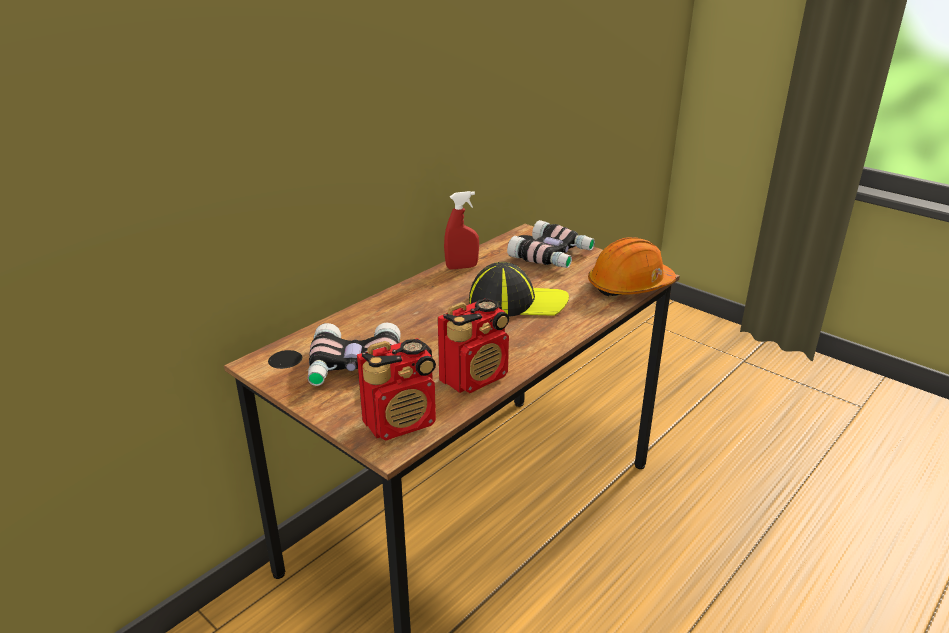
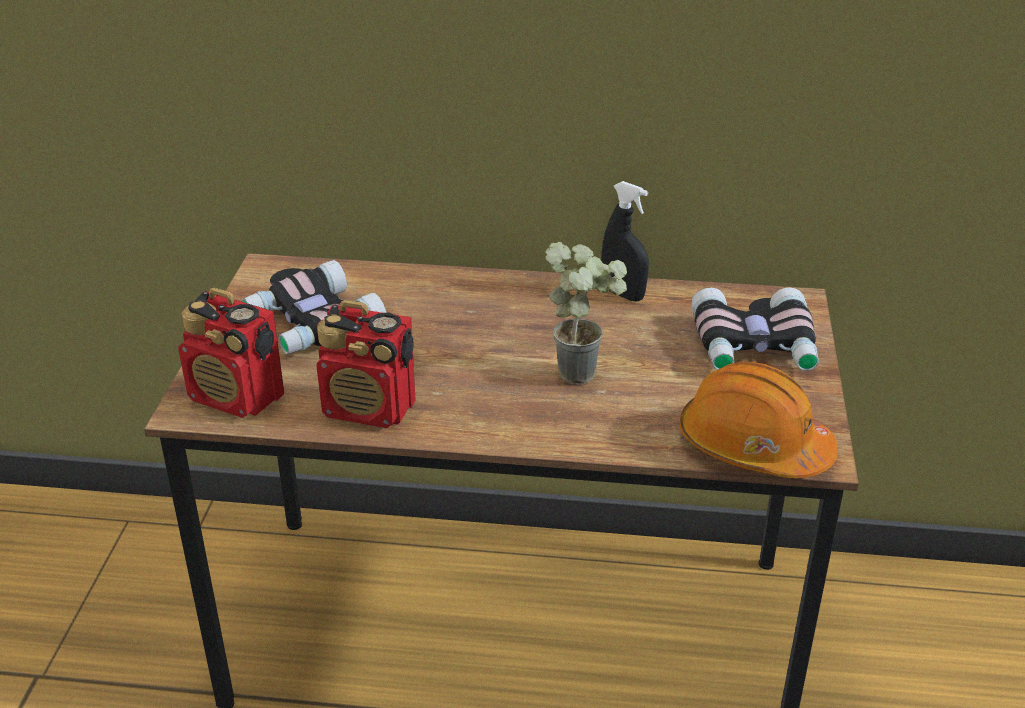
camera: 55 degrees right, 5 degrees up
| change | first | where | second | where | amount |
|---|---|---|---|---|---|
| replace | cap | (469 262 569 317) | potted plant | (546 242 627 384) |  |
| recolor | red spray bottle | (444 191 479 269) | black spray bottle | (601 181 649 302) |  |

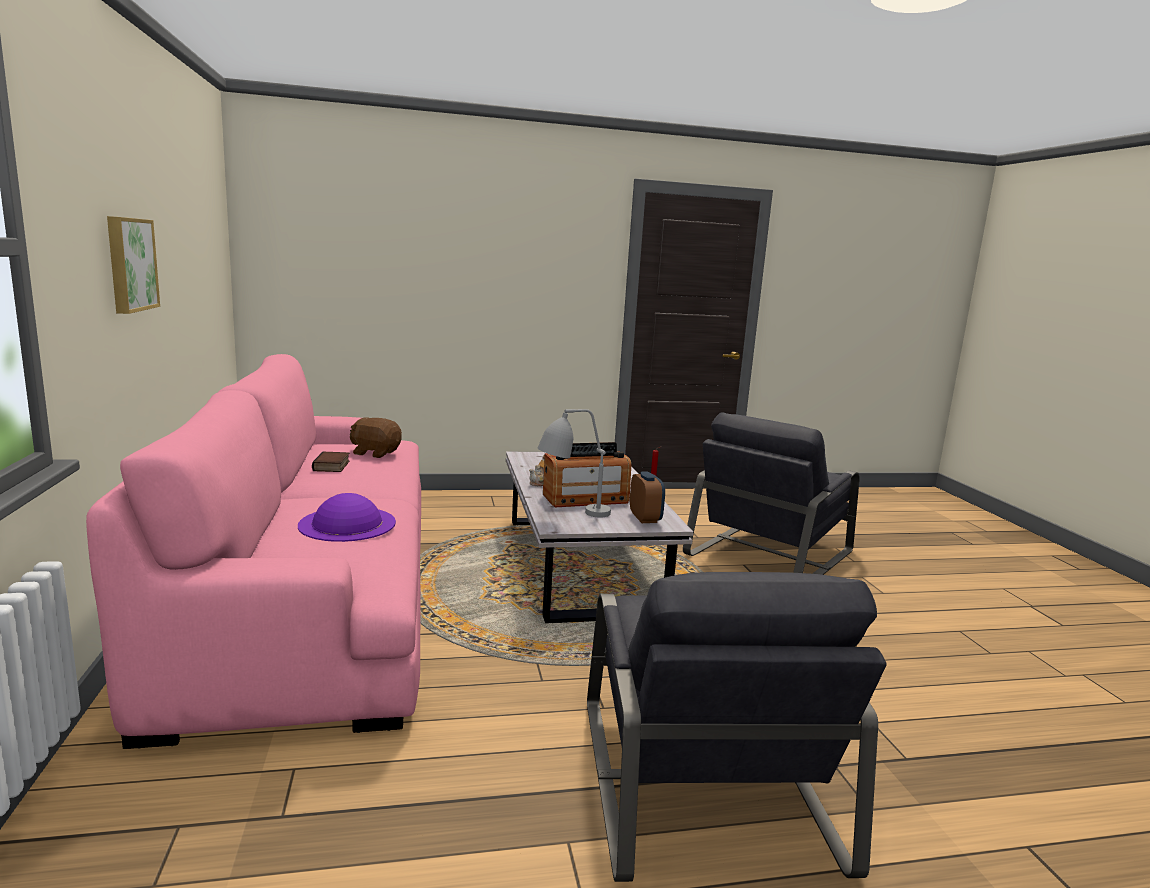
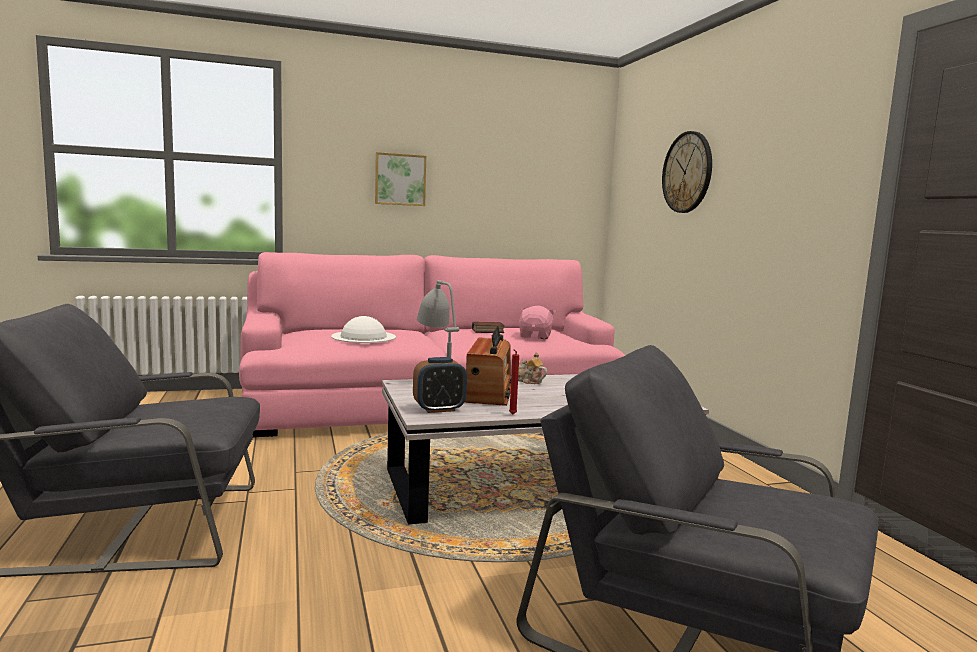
camera: 85 degrees right, 5 degrees down
| change | first | where | second | where | amount |
|---|---|---|---|---|---|
| insert |  |  | wall clock | (662 131 712 213) |  |
| recolor | purple hat | (298 493 396 542) | white hat | (331 316 396 343) |  |
| recolor | brown plush toy | (350 418 402 458) | pink plush toy | (519 306 556 339) |  |
| rotate | radio | (543 442 631 507) |  | (465 326 511 406) | 150 degrees counterclockwise |

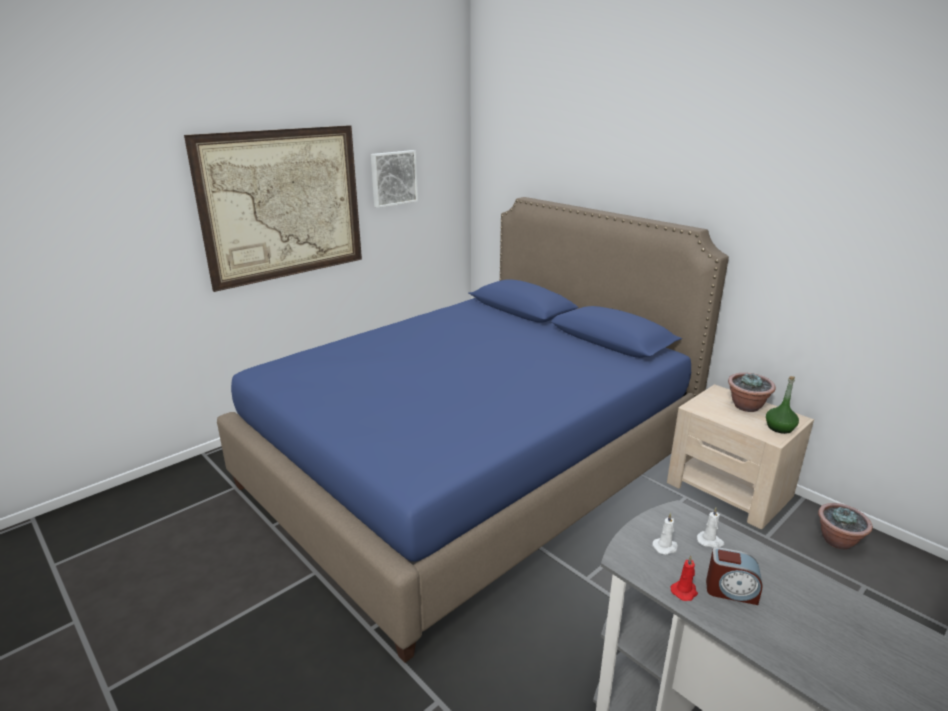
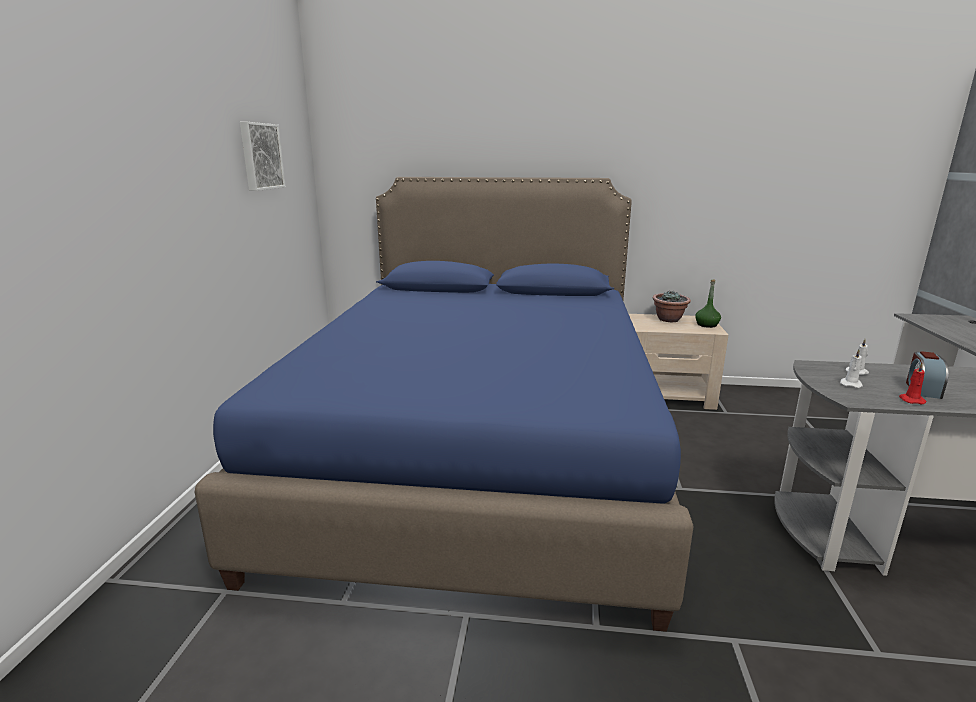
camera: 40 degrees left, 5 degrees down
| change | first | where | second | where | amount |
|---|---|---|---|---|---|
| delete | picture | (184 125 362 292) |  |  |  |
| delete | potted plant | (818 503 873 550) |  |  |  |
| rotate | alarm clock | (706 547 763 605) |  | (906 351 949 399) | 135 degrees clockwise |

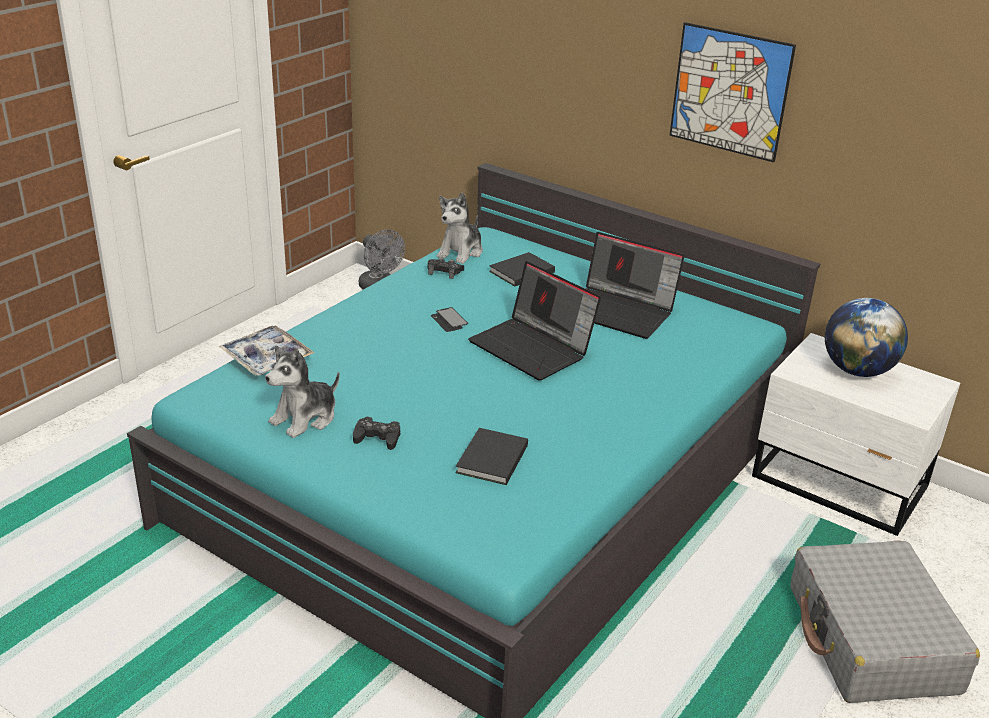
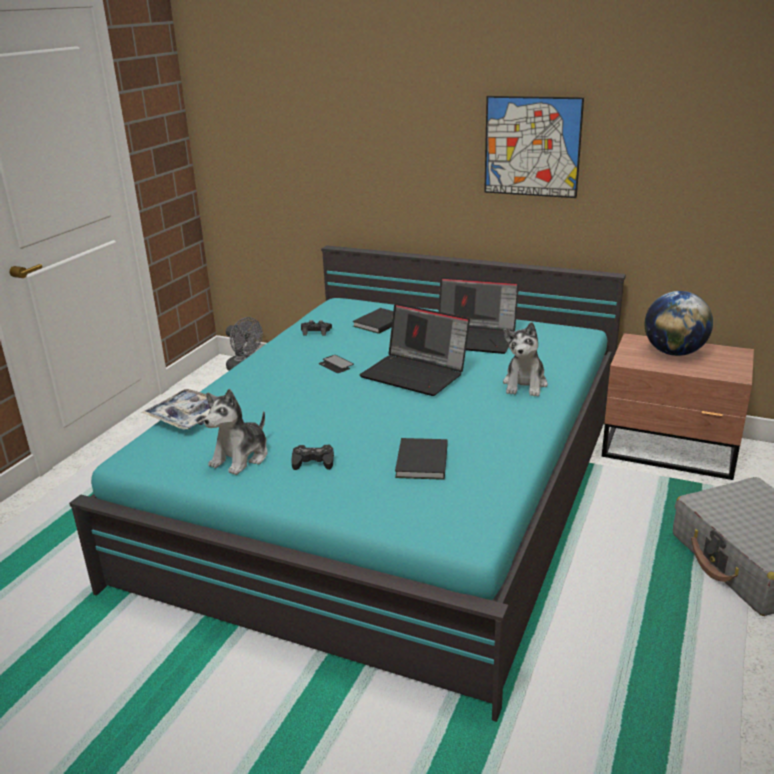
camera: 10 degrees left, 5 degrees down
| change | first | where | second | where | amount |
|---|---|---|---|---|---|
| move | plush toy | (437 192 483 264) |  | (503 322 548 397) |  |
| recolor | white nightstand | (752 333 960 536) | brown nightstand | (602 333 754 480) |  |

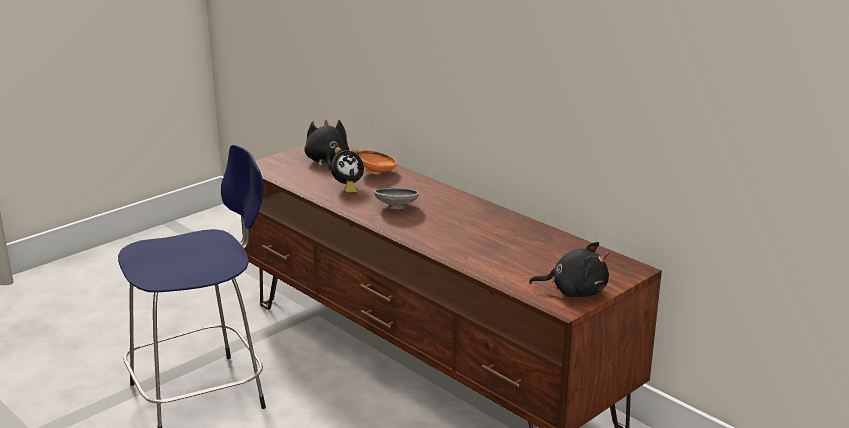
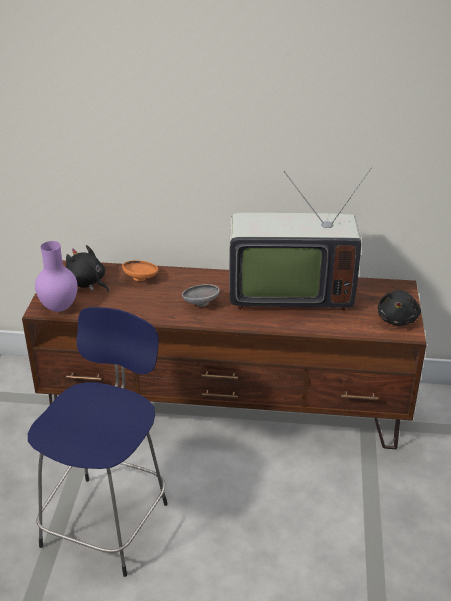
camera: 40 degrees left, 10 degrees up
| change | first | where | second | where | amount |
|---|---|---|---|---|---|
| delete | alarm clock | (331 147 364 194) |  |  |  |
| insert |  |  | purple vase | (35 241 78 312) |  |
| insert |  |  | television | (229 167 372 311) |  |
| rotate | black plush toy | (529 242 609 297) |  | (378 290 421 325) | 135 degrees clockwise |

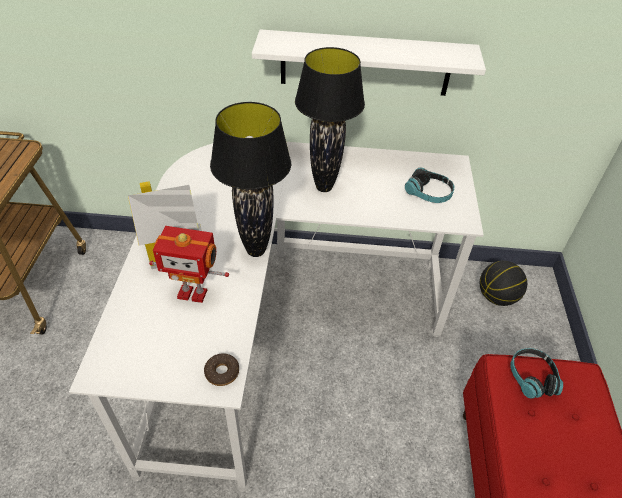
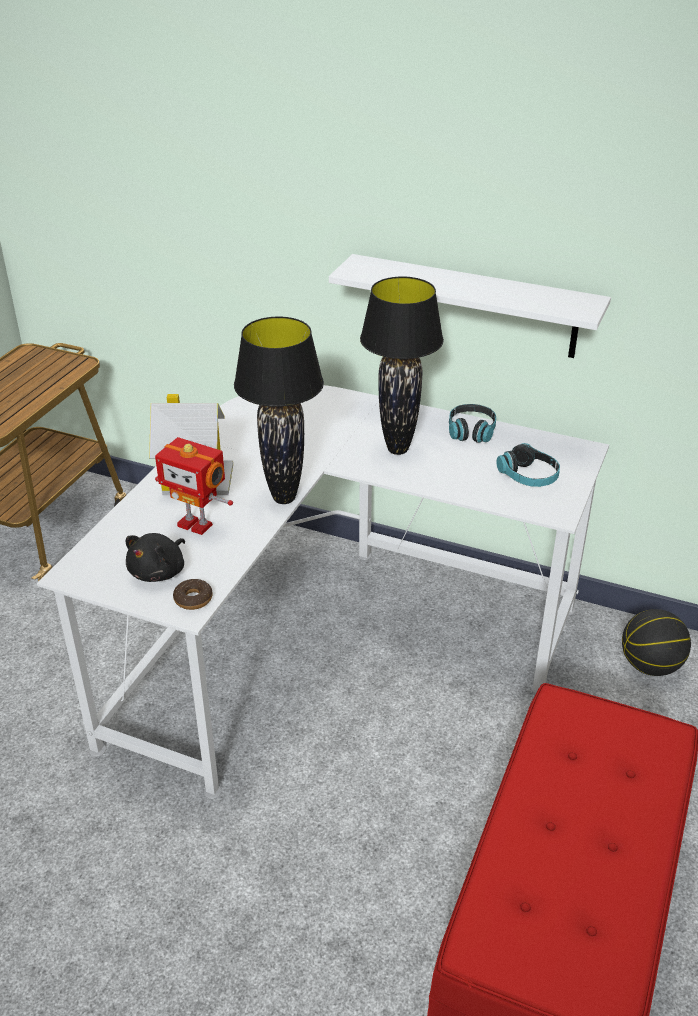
camera: 20 degrees right, 10 degrees down
| change | first | where | second | where | amount |
|---|---|---|---|---|---|
| insert |  |  | black plush toy | (126 533 185 582) |  |
| move | headphones | (511 348 563 398) |  | (449 404 496 443) |  |

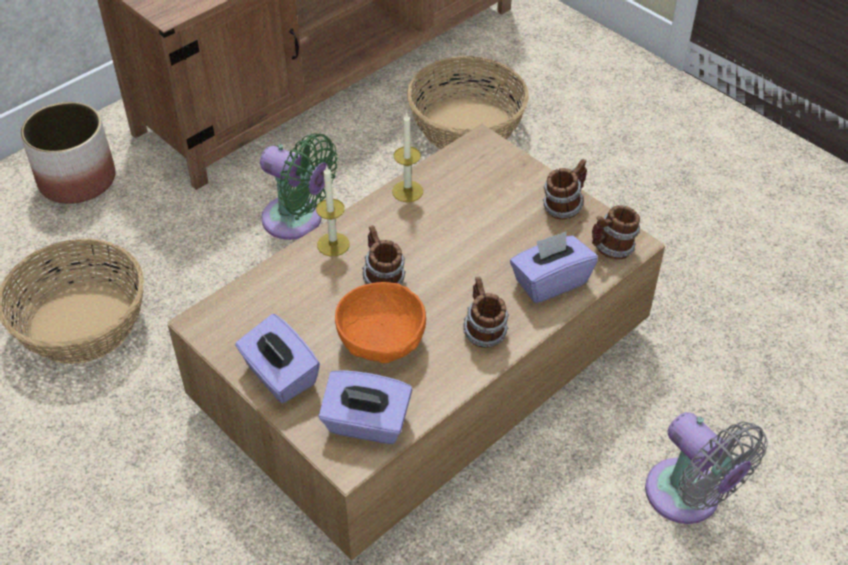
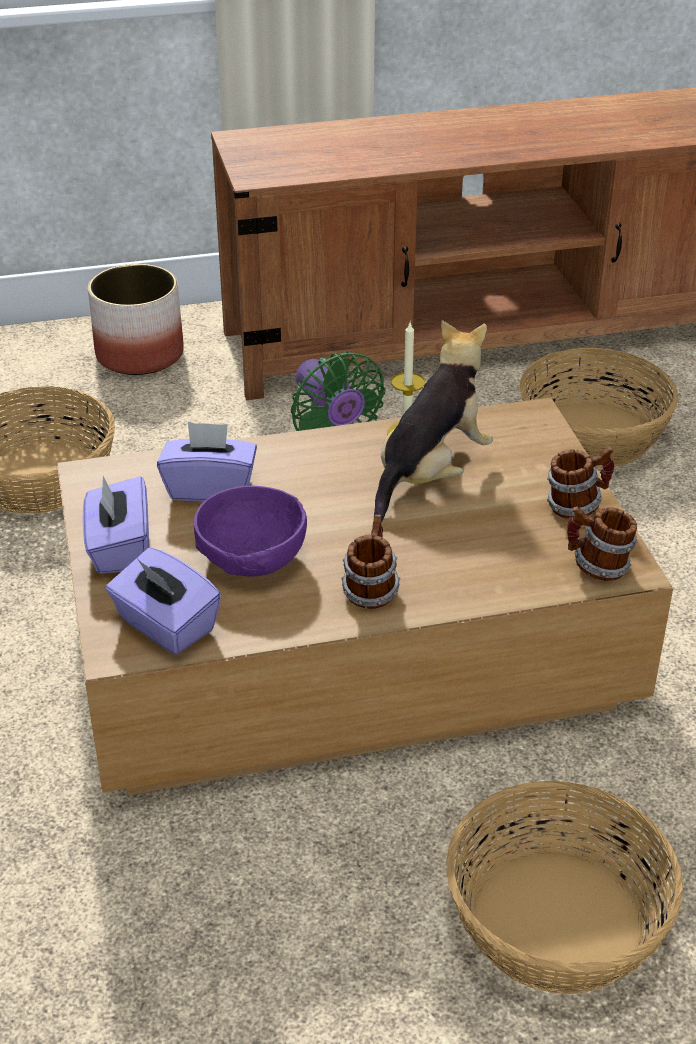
camera: 30 degrees right, 10 degrees down
| change | first | where | second | where | amount |
|---|---|---|---|---|---|
| delete | candle | (316 165 350 256) |  |  |  |
| delete | mug | (362 225 406 285) |  |  |  |
| insert |  |  | plush toy | (374 320 493 523) |  |
| move | purple tissue box | (510 232 598 303) |  | (157 422 257 501) |  |
| replace | grey fan | (645 412 768 524) | basket | (446 781 683 994) |  |
| recolor | orange bowl | (335 282 426 363) | purple bowl | (194 486 307 577) |  |

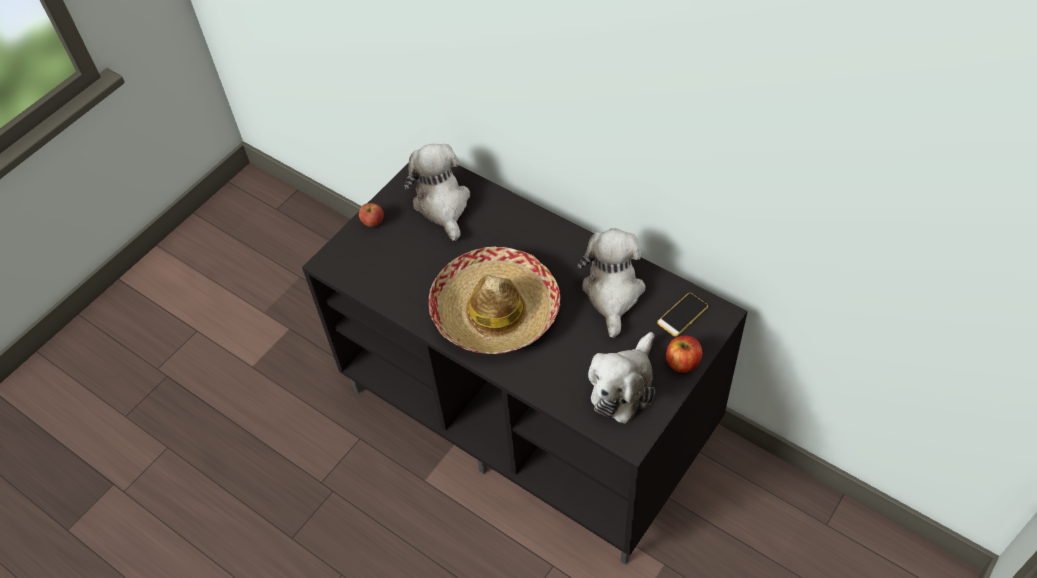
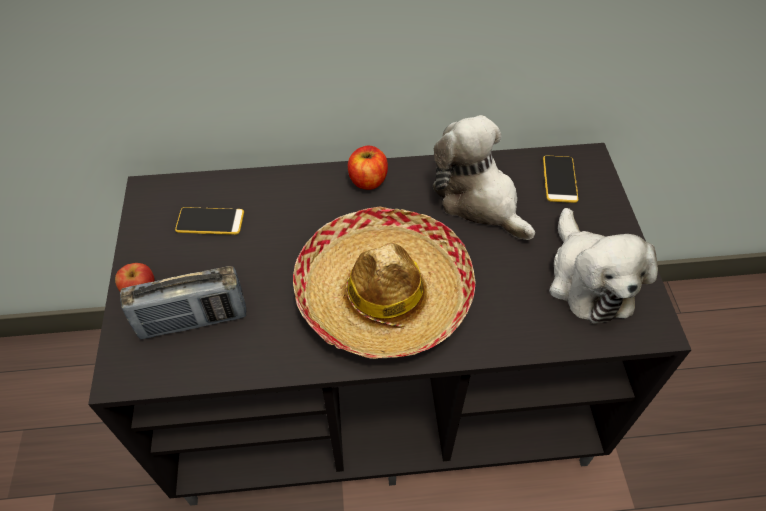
camera: 45 degrees left, 0 degrees up
| change | first | where | second | where | amount |
|---|---|---|---|---|---|
| insert |  |  | radio | (120 266 246 339) |  |
| move | apple | (666 336 702 373) |  | (348 145 388 190) |  |
| replace | plush toy | (405 144 470 241) | phone | (175 207 244 235) |  |

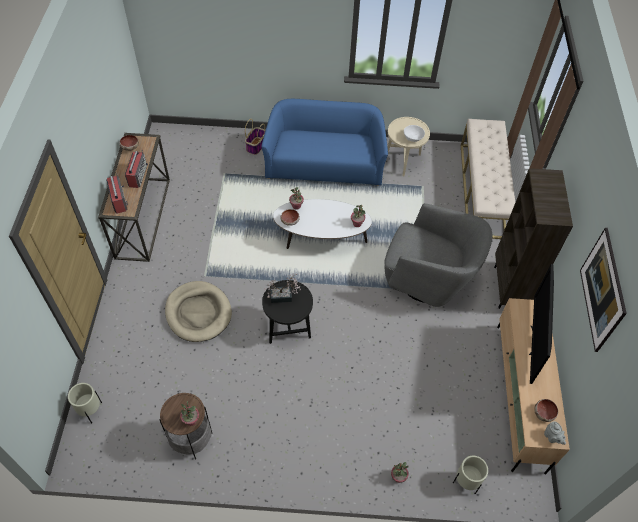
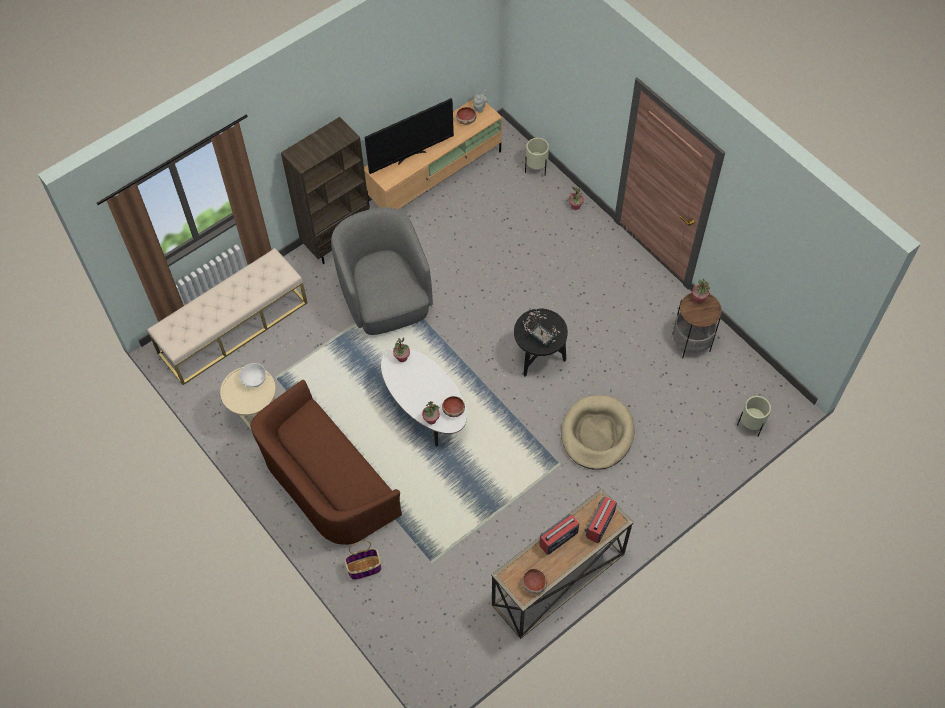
camera: 130 degrees left, 5 degrees up
| change | first | where | second | where | amount |
|---|---|---|---|---|---|
| delete | picture | (580 228 627 352) |  |  |  |
| recolor | blue sofa | (262 99 388 186) | brown sofa | (251 380 402 545) |  |

